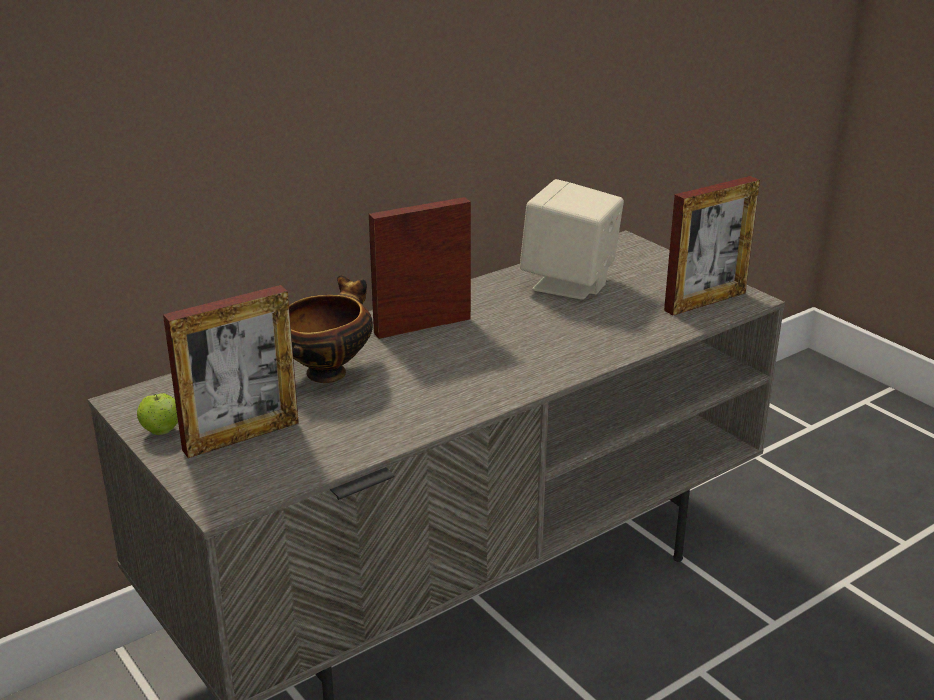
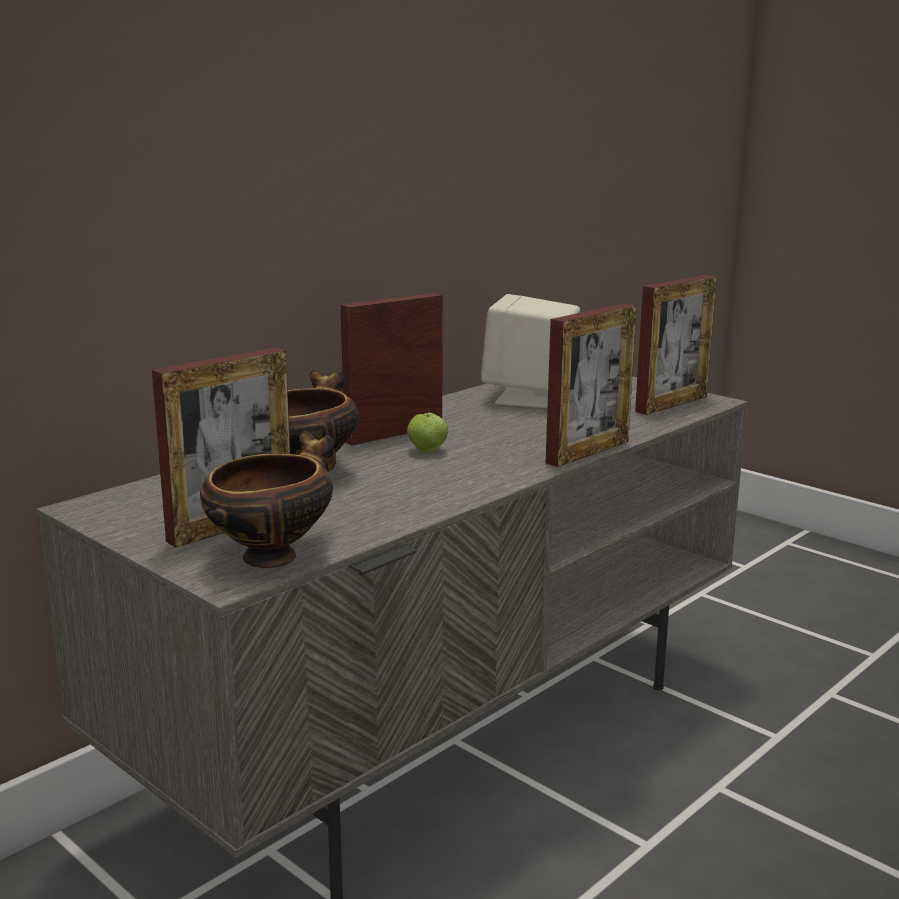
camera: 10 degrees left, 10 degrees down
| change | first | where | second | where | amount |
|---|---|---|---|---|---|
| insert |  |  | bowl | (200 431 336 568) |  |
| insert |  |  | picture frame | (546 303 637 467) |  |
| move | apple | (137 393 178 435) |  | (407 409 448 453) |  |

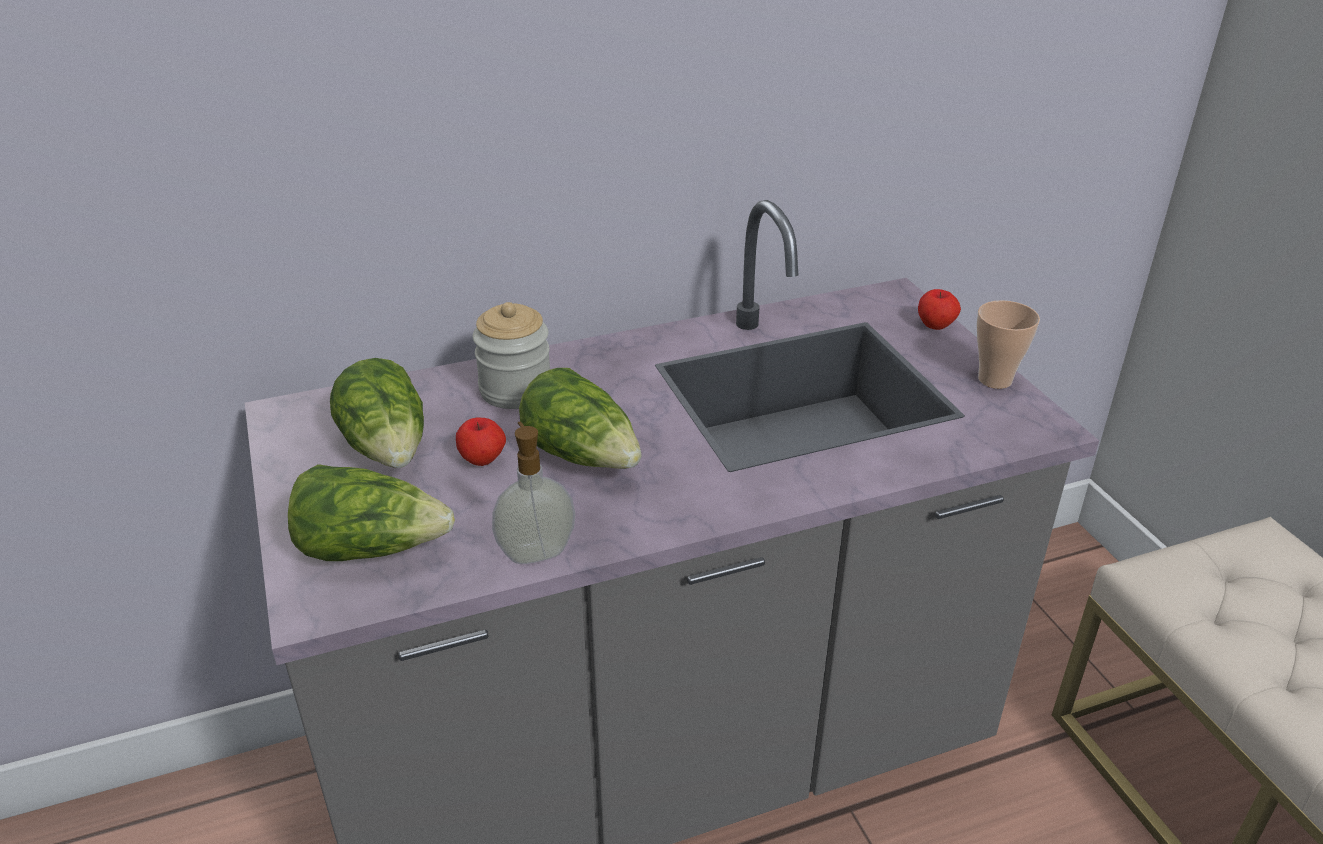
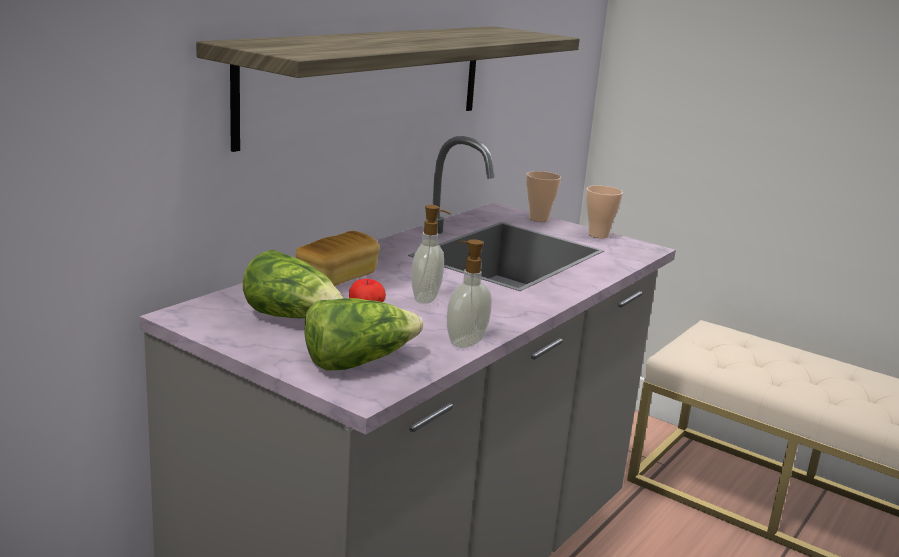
camera: 35 degrees left, 15 degrees down
| change | first | where | second | where | amount |
|---|---|---|---|---|---|
| insert |  |  | shelf | (196 26 580 152) |  |
| replace | jar | (473 302 550 409) | bread | (296 231 380 286) |  |
| replace | lettuce | (519 368 641 469) | soap dispenser | (412 205 451 304) |  |
| replace | apple | (918 289 961 330) | cup | (526 171 561 222) |  |

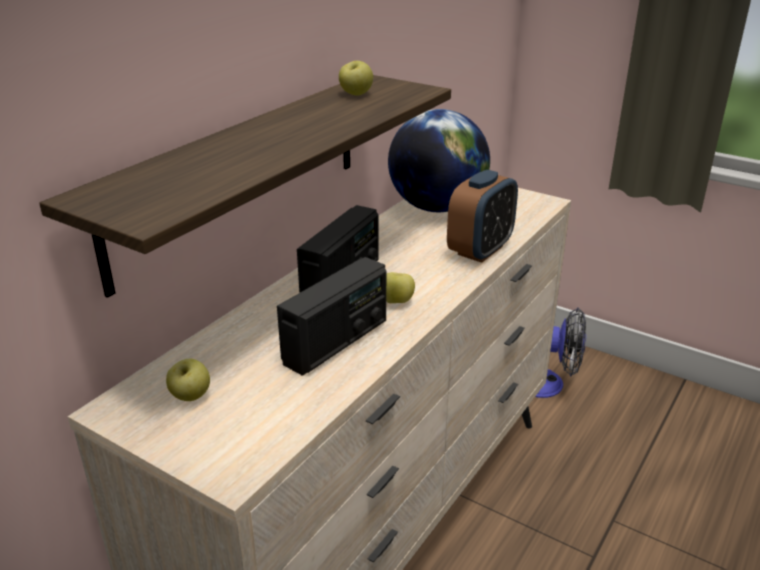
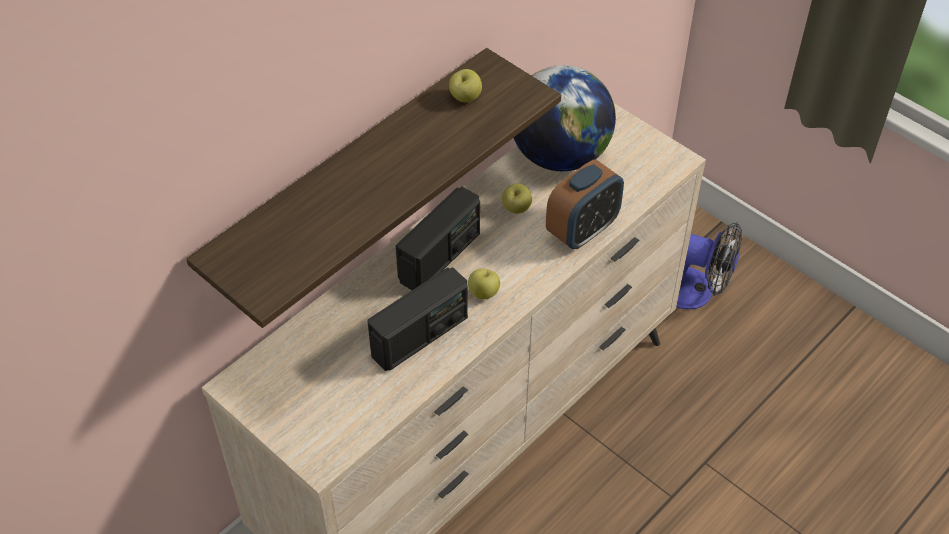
camera: 10 degrees right, 20 degrees up
| change | first | where | second | where | amount |
|---|---|---|---|---|---|
| move | apple | (166 359 210 401) |  | (502 183 532 214) |  |

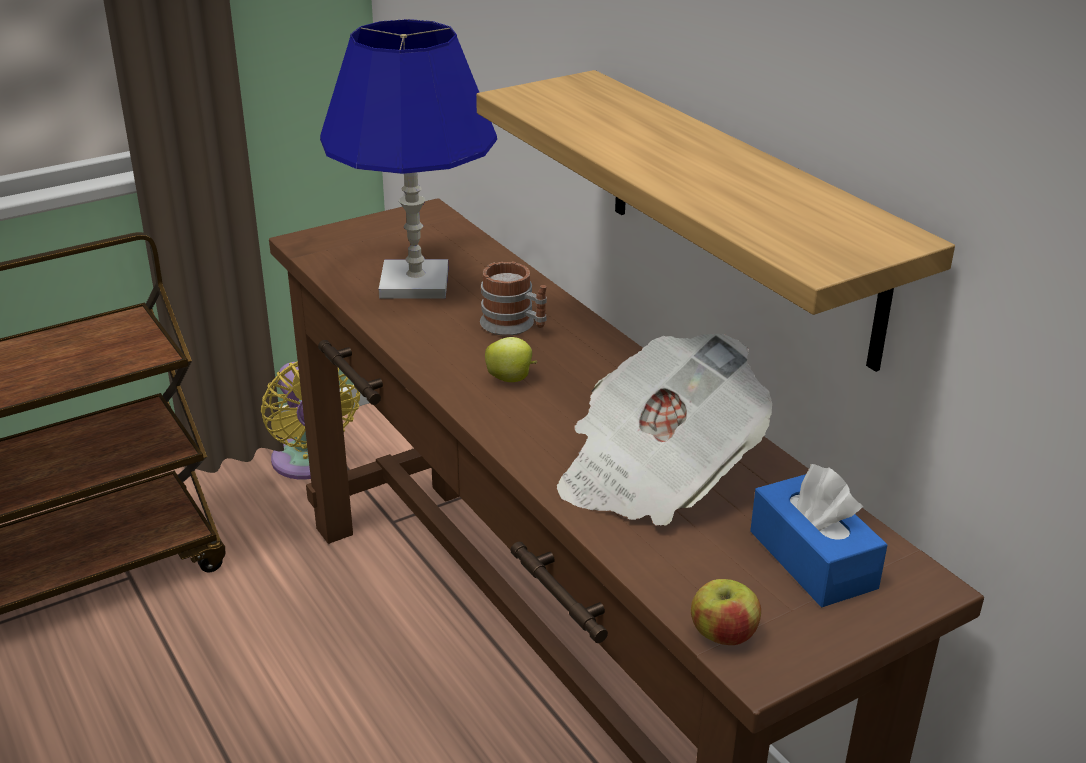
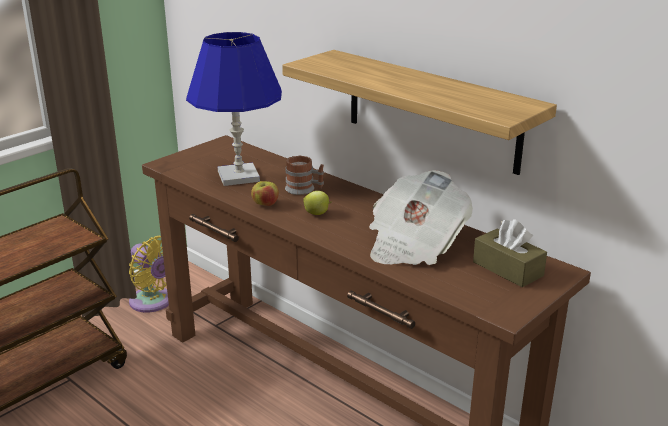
camera: 15 degrees left, 5 degrees down
| change | first | where | second | where | amount |
|---|---|---|---|---|---|
| move | apple | (691 579 761 645) |  | (251 181 279 206) |  |
| recolor | blue tissue box | (750 464 888 607) | brown tissue box | (473 219 547 287) |  |

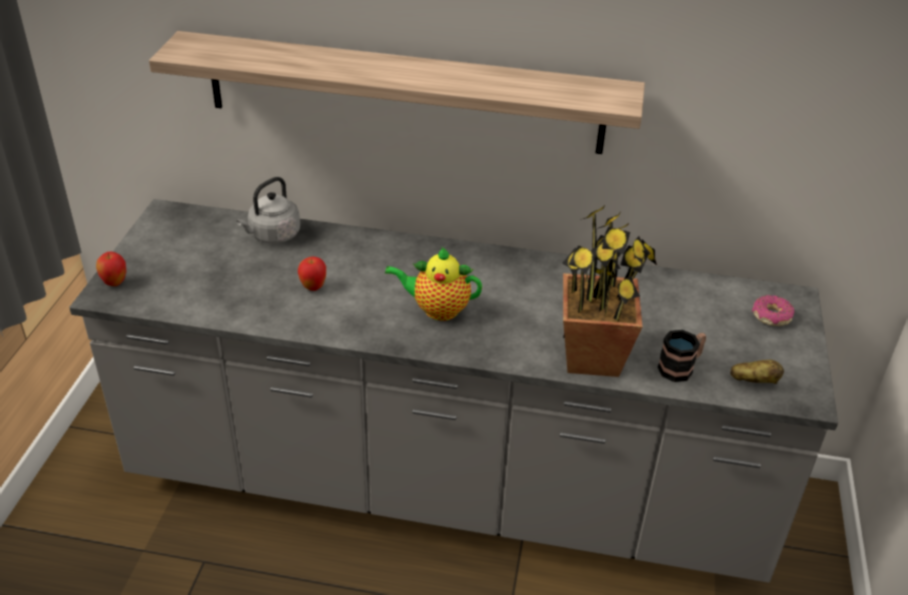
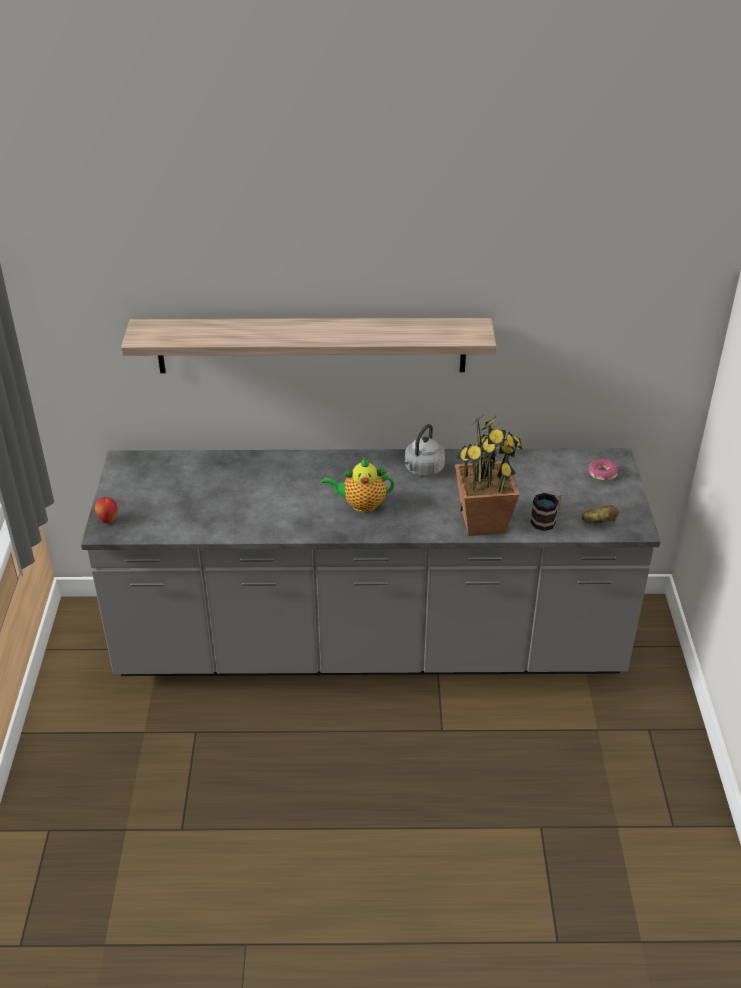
camera: 10 degrees left, 0 degrees up
| change | first | where | second | where | amount |
|---|---|---|---|---|---|
| delete | apple | (298 257 326 291) |  |  |  |
| move | grey kettle | (237 177 300 244) |  | (405 424 445 477) |  |

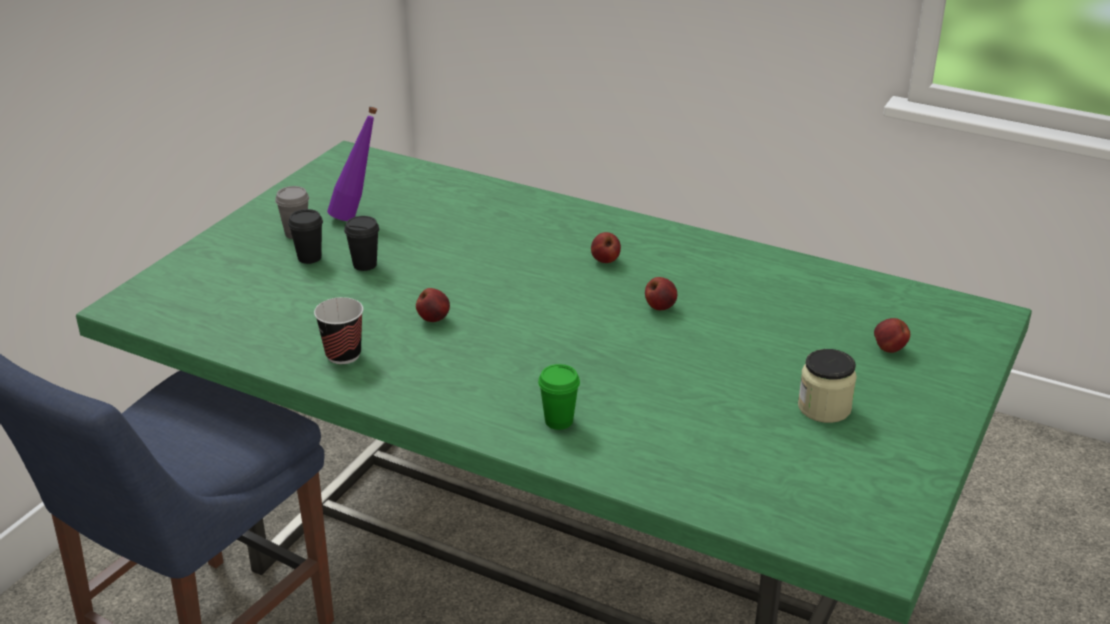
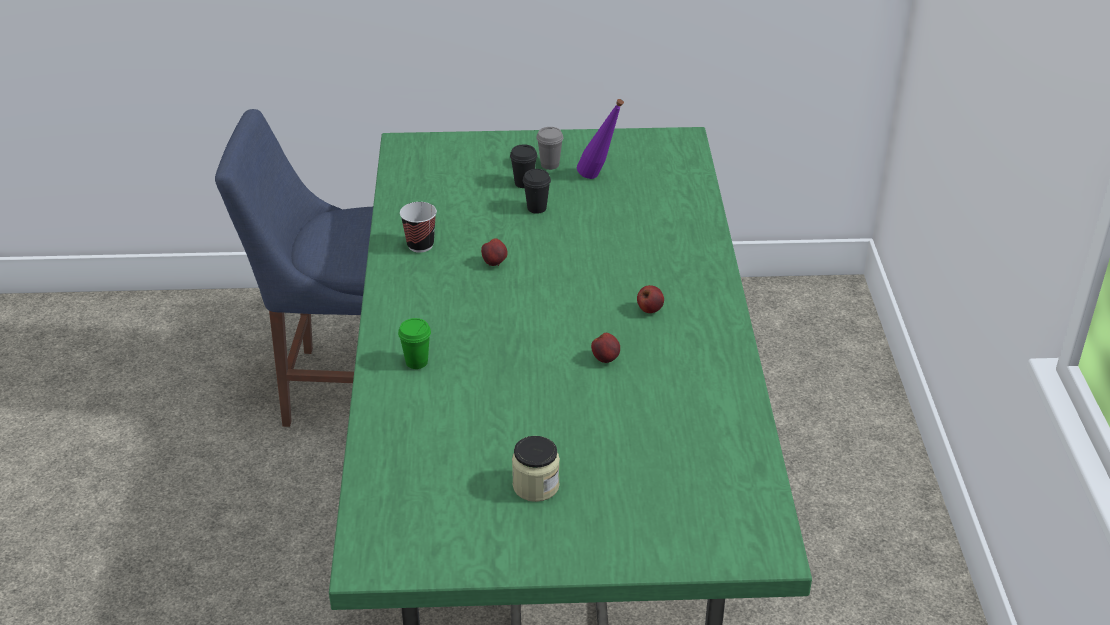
camera: 60 degrees right, 5 degrees up
| change | first | where | second | where | amount |
|---|---|---|---|---|---|
| delete | apple | (874 318 910 353) |  |  |  |

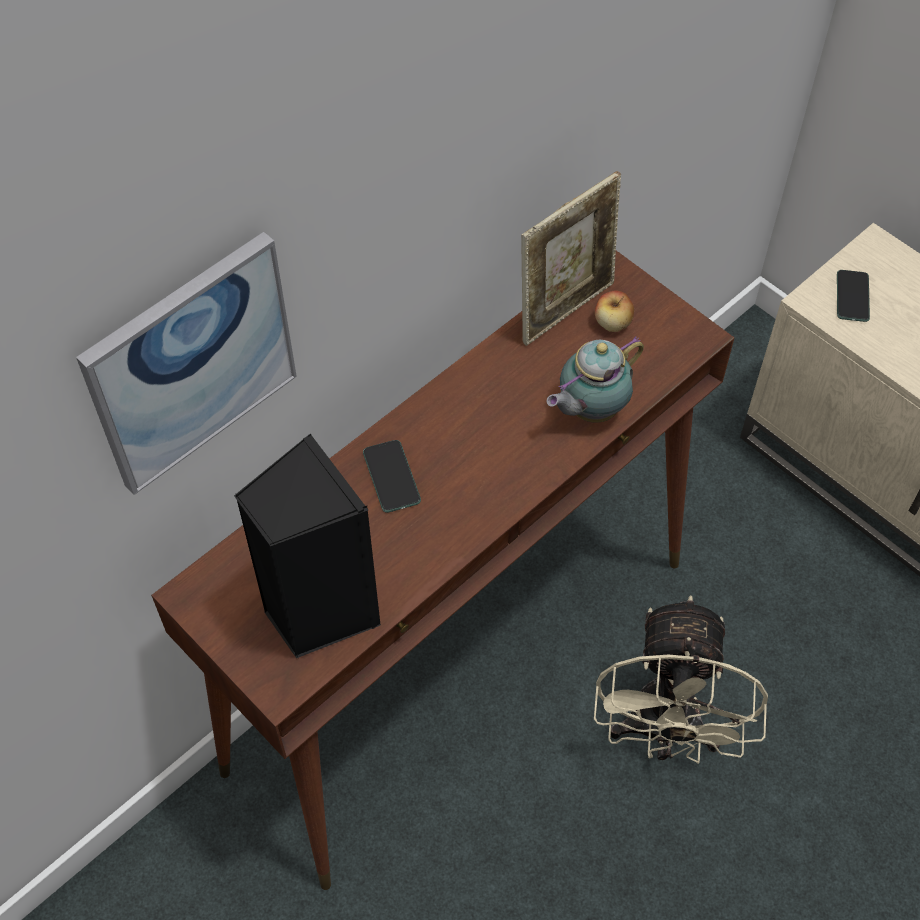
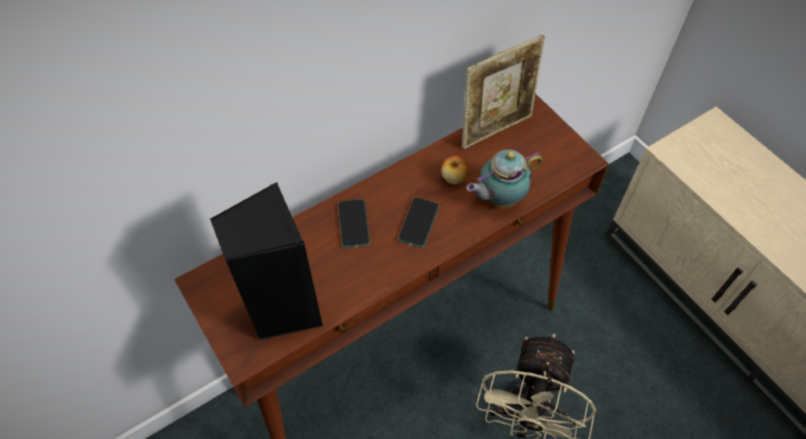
camera: 10 degrees right, 0 degrees up
| change | first | where | second | where | amount |
|---|---|---|---|---|---|
| delete | picture | (76 232 297 495) |  |  |  |
| move | apple | (595 290 634 332) |  | (441 155 470 184) |  |
| move | phone | (837 270 870 322) |  | (398 198 439 248) |  |

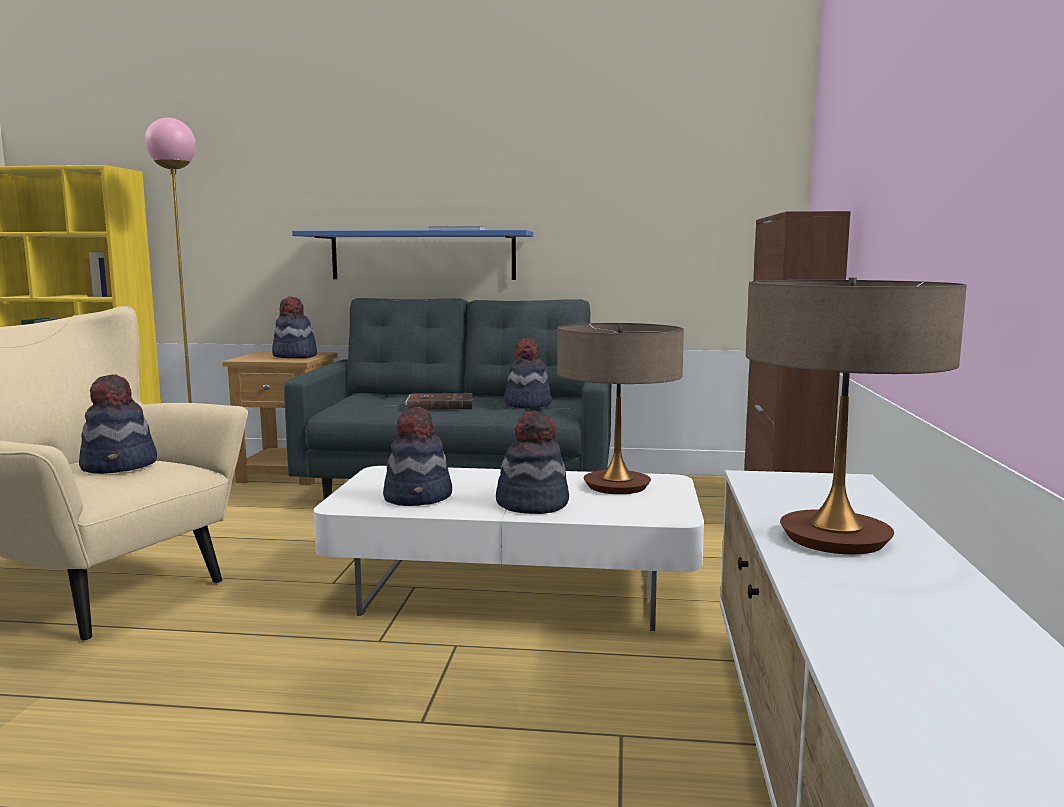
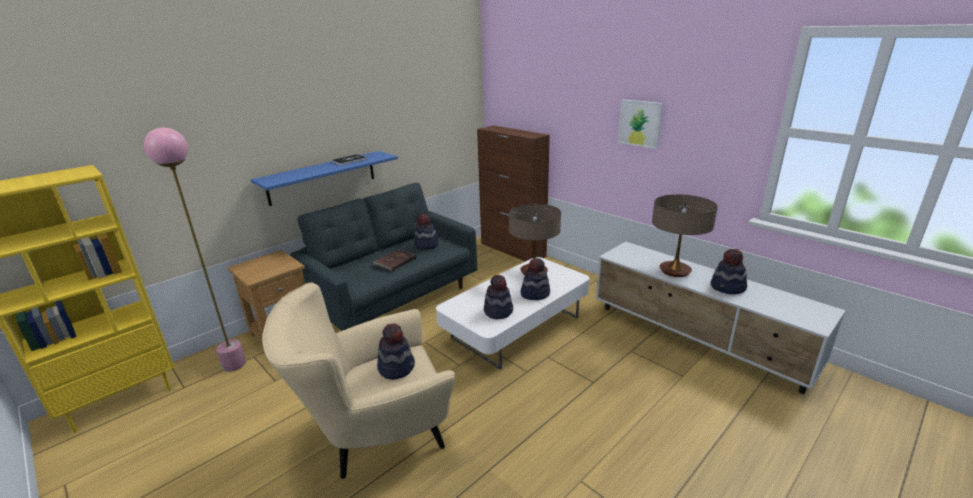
camera: 50 degrees left, 15 degrees up
| change | first | where | second | where | amount |
|---|---|---|---|---|---|
| insert |  |  | picture | (618 99 663 149) |  |
| move | hat | (272 297 317 358) |  | (711 249 747 294) |  |

